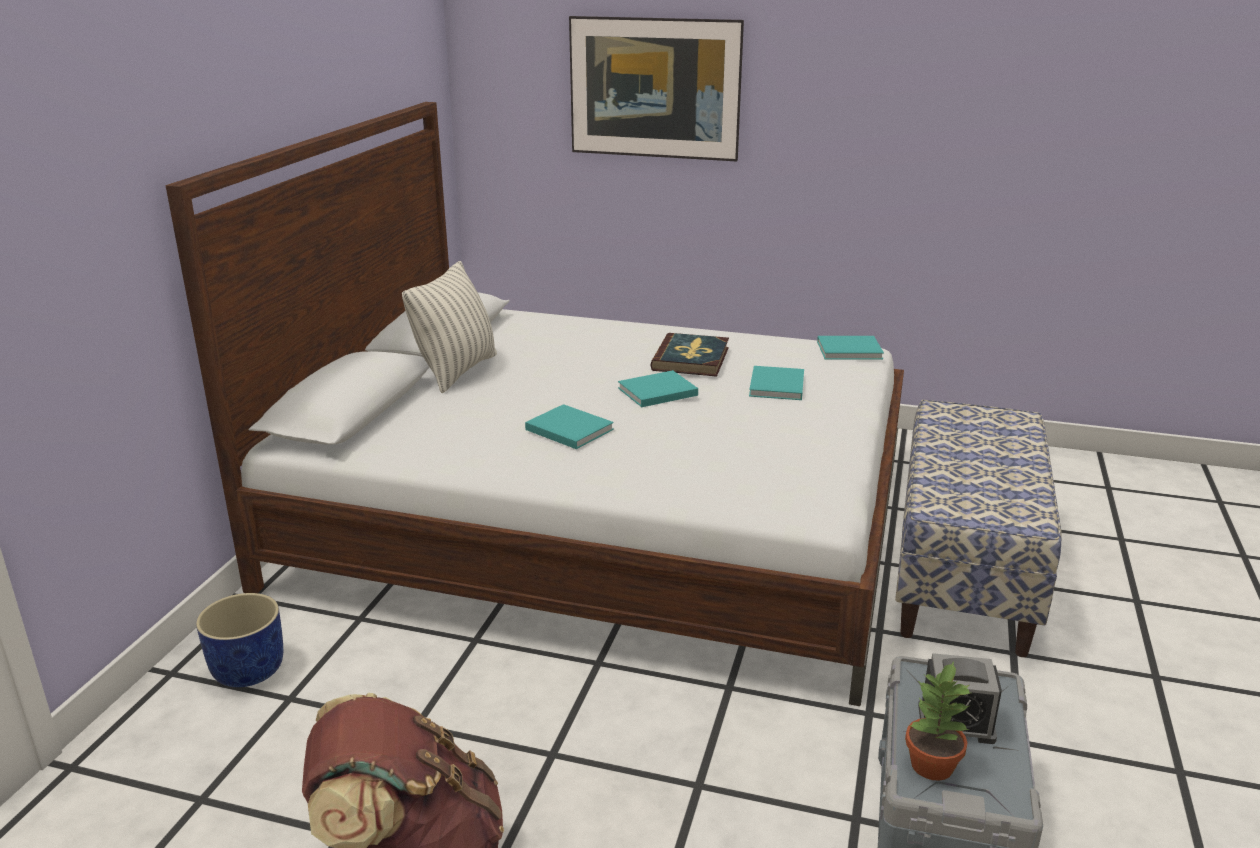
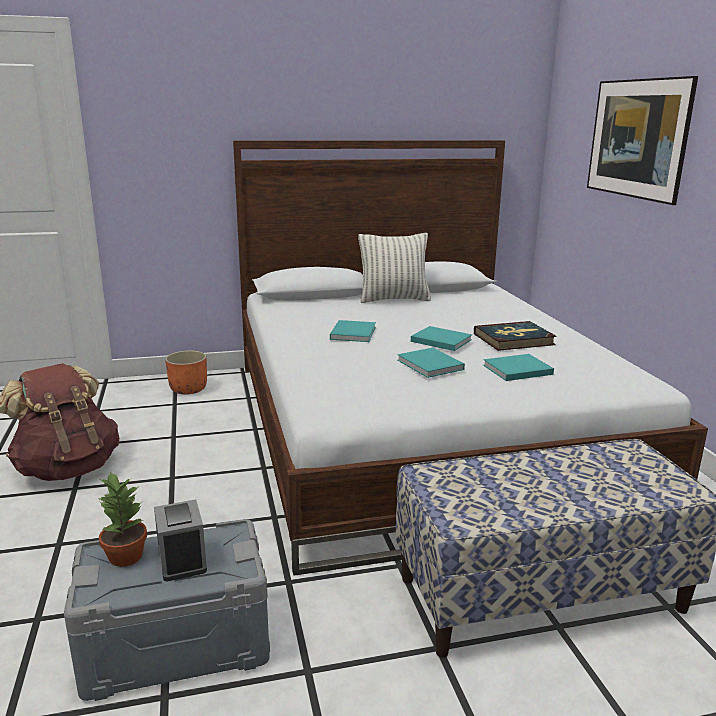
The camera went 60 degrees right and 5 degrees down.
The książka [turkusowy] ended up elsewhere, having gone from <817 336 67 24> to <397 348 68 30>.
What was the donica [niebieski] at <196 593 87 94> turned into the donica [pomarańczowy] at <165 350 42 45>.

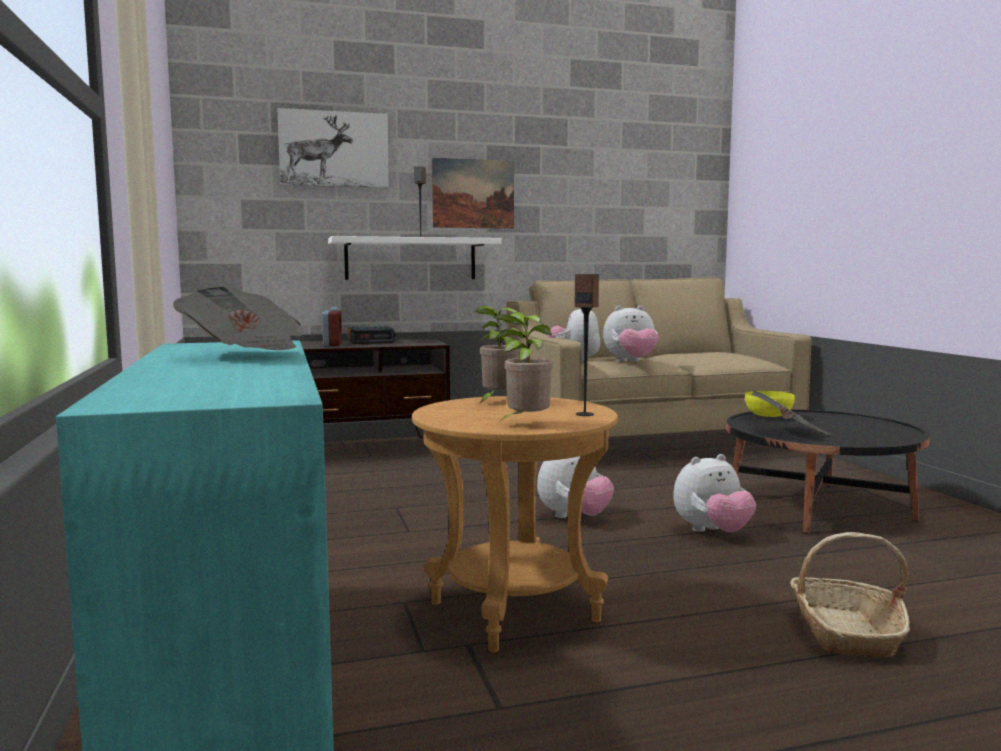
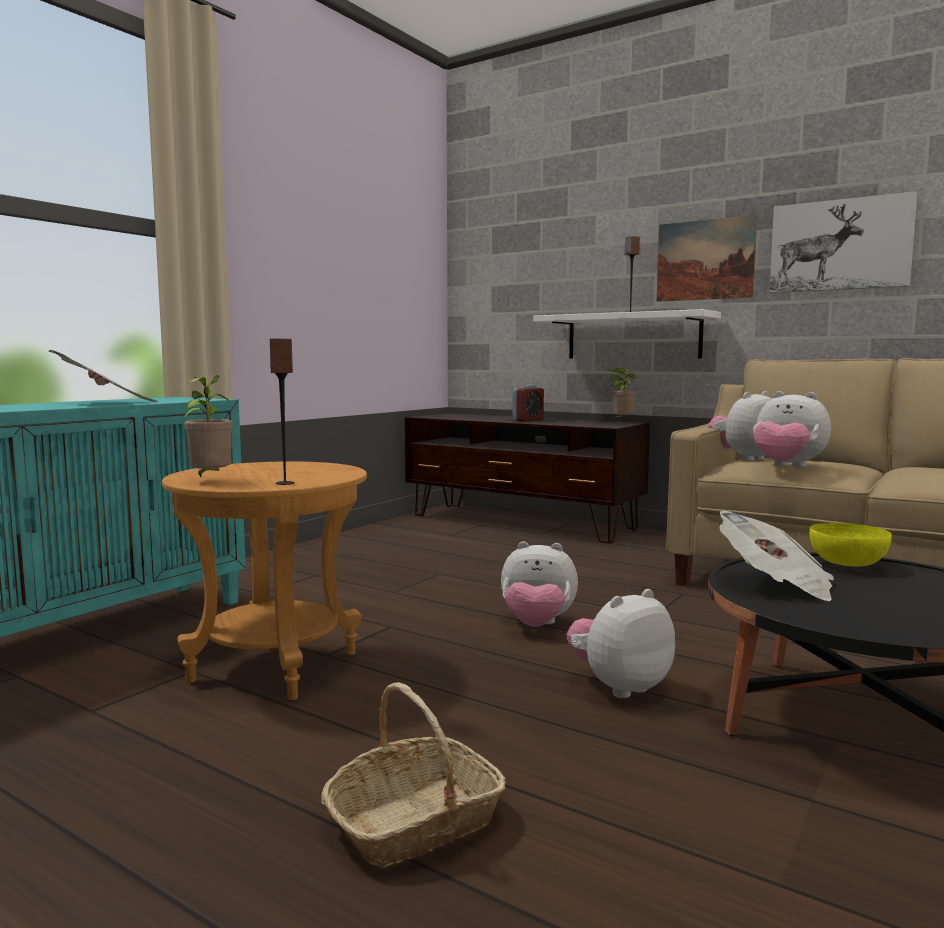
The camera went 50 degrees right and 0 degrees up.
The second view lost the budzik at <347 326 48 18>.
The obraz ended up elsewhere, having gone from <278 108 111 80> to <769 191 148 102>.
The roślina doniczkowa ended up elsewhere, having gone from <475 306 45 97> to <608 368 28 53>.
The pluszak at <673 454 83 78> ended up facing another way, 120 degrees clockwise from before.

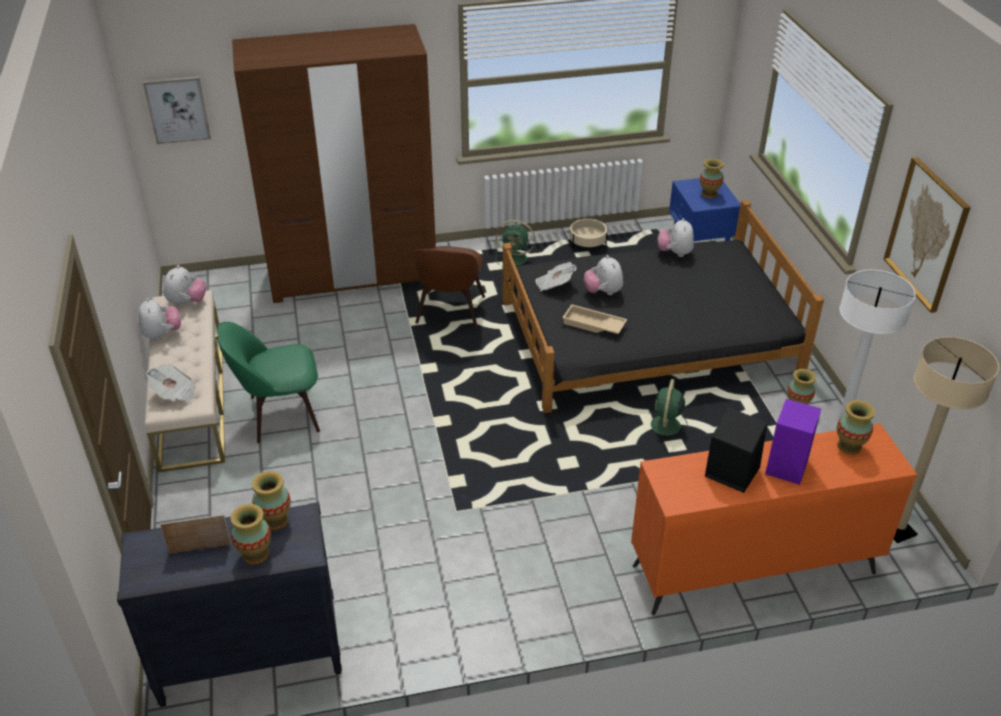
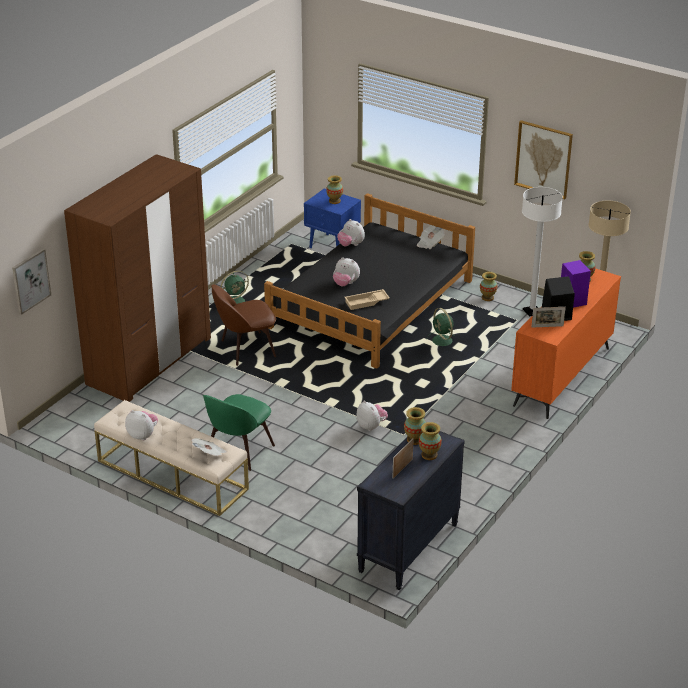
The camera went 45 degrees left and 5 degrees down.
The second view lost the donica [beżowy] at <570 218 37 32>.
The second view gained the ramka na zdjęcie at <532 307 34 21>.
The pluszak ended up elsewhere, having gone from <164 265 42 41> to <356 400 32 31>.
The gazeta ended up elsewhere, having gone from <535 262 42 29> to <417 225 28 24>.
The krzesło [brązowy] at <413 246 72 83> ended up facing another way, 105 degrees clockwise from before.

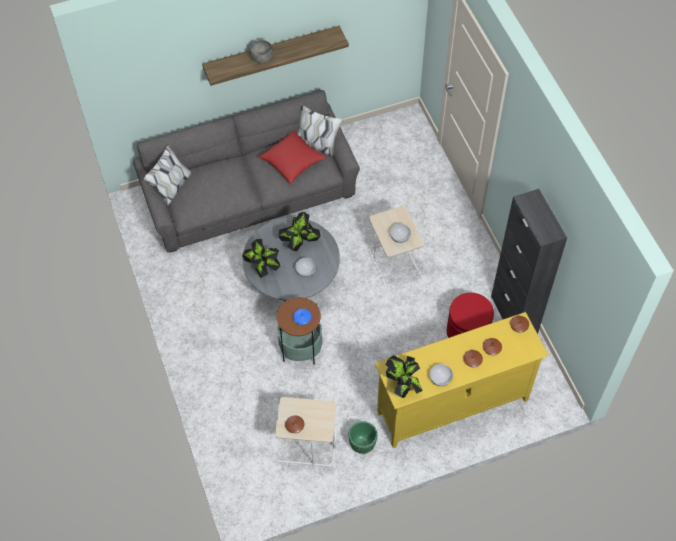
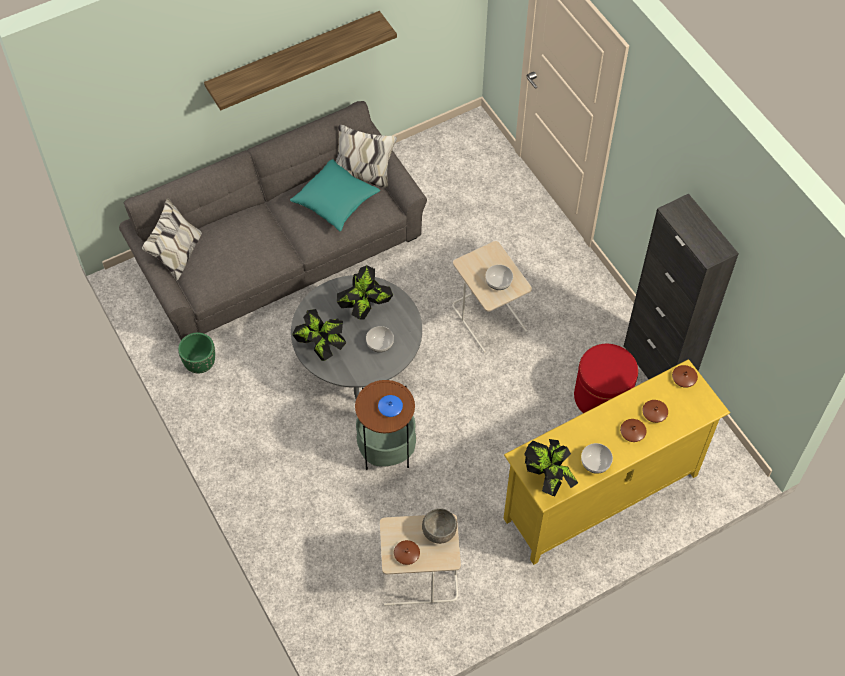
The camera went 10 degrees left and 0 degrees up.
The miska [szary] ended up elsewhere, having gone from <249 40 24 23> to <422 508 35 36>.
The donica [zielony] ended up elsewhere, having gone from <348 421 29 33> to <178 332 37 42>.
What was the poduszka [czerwony] at <259 131 67 53> turned into the poduszka [turkusowy] at <290 160 90 71>.

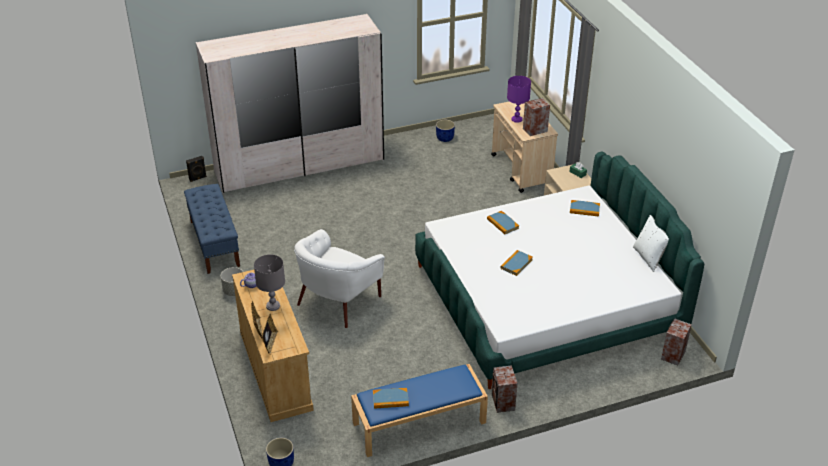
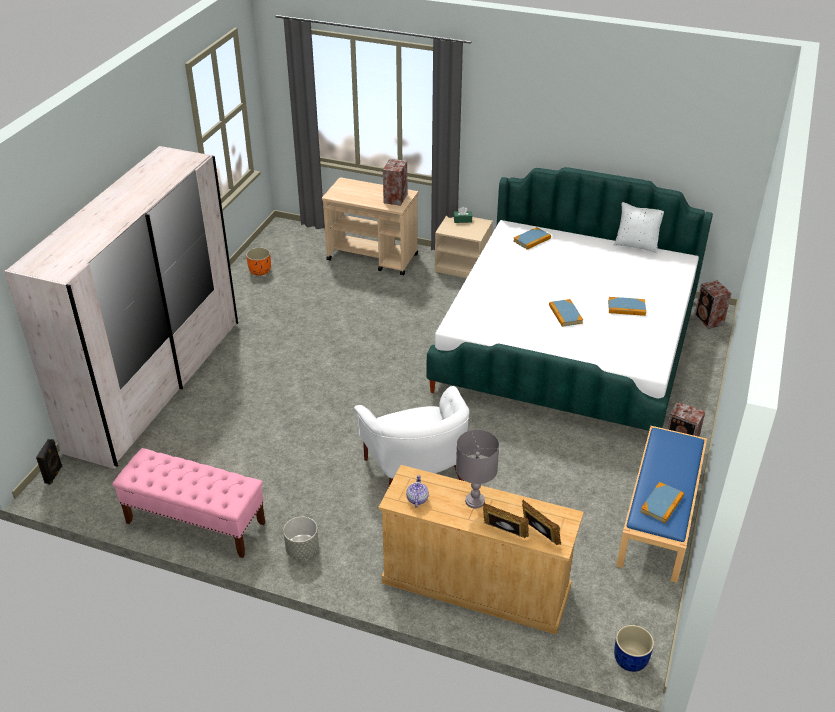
The camera went 50 degrees left and 0 degrees up.
The second view lost the lampa stołowa [fioletowy] at <507 76 24 47>.
The książka ended up elsewhere, having gone from <487 211 32 23> to <608 297 38 19>.
What was the ławka [niebieski] at <184 184 56 90> turned into the ławka [różowy] at <112 448 153 110>.
What was the donica [niebieski] at <436 120 19 22> turned into the donica [pomarańczowy] at <246 247 25 29>.

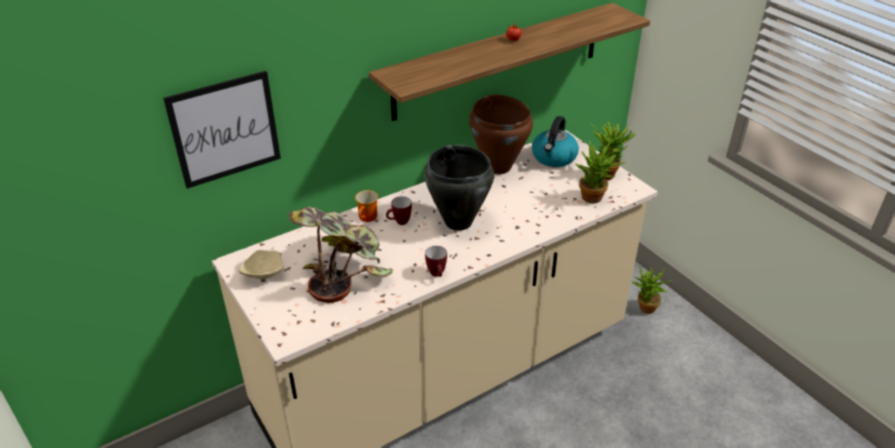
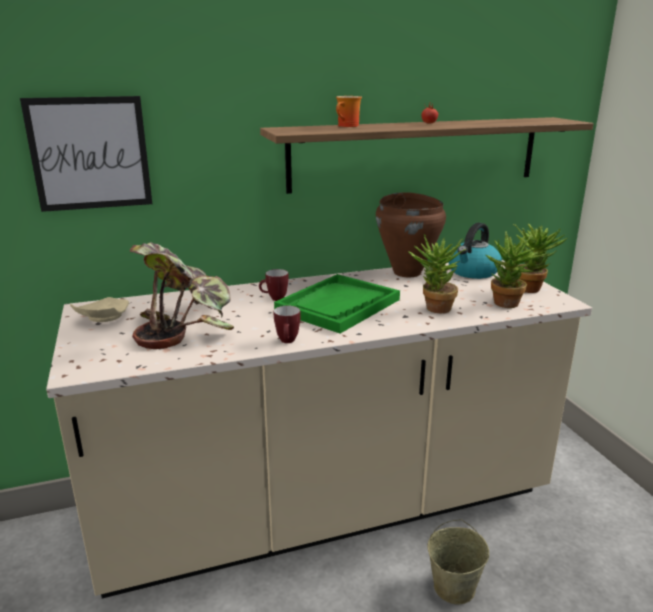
The camera went 15 degrees right and 15 degrees down.
The second view gained the wiadro [beżowy] at <427 519 62 86>.
The kubek ended up elsewhere, having gone from <355 190 23 32> to <336 96 26 31>.
The roślina doniczkowa ended up elsewhere, having gone from <631 267 40 47> to <409 234 58 79>.
Where the garnek [czarny] stood at <424 145 70 86>, the taca [zielony] came to stand at <274 274 126 59>.

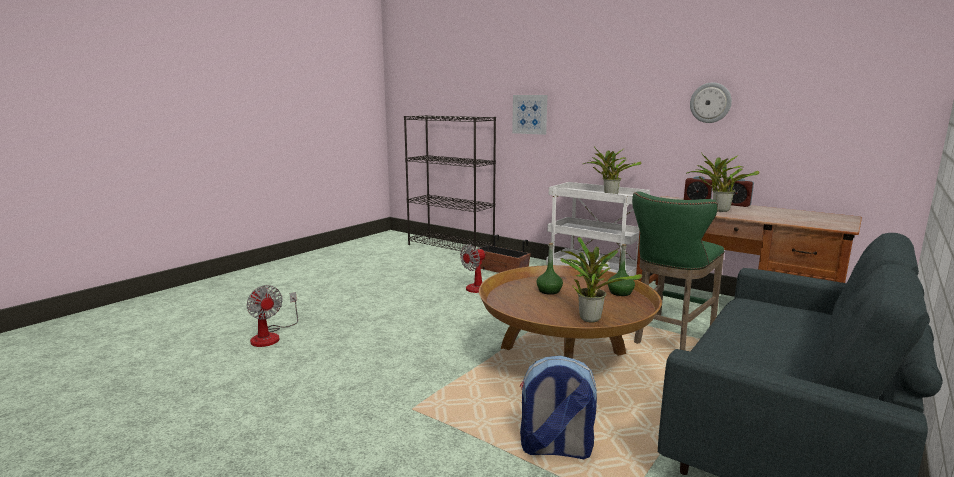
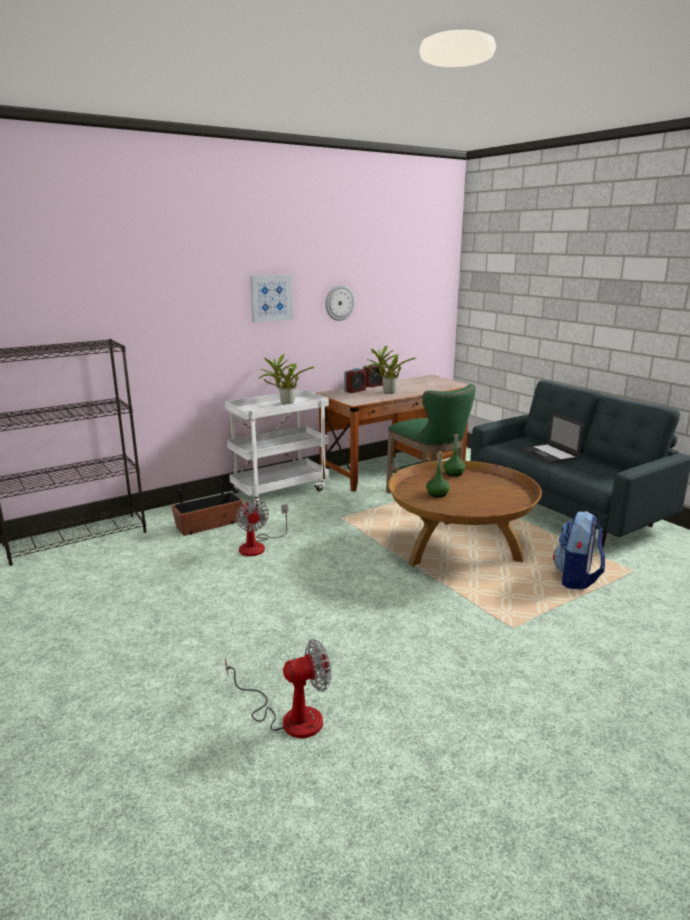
The camera went 70 degrees left and 5 degrees up.
The second view lost the roślina doniczkowa at <560 237 82 85>.
The second view gained the laptop at <521 412 63 52>.
The obraz ended up elsewhere, having gone from <512 95 35 40> to <250 274 43 48>.

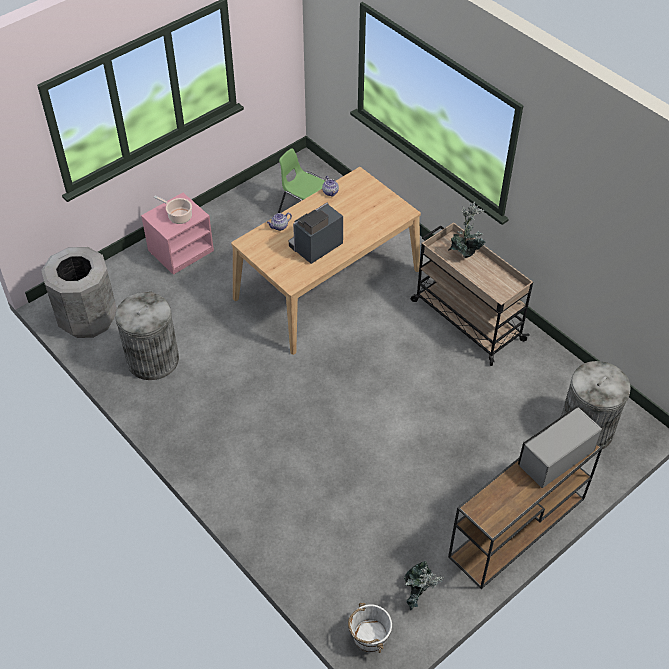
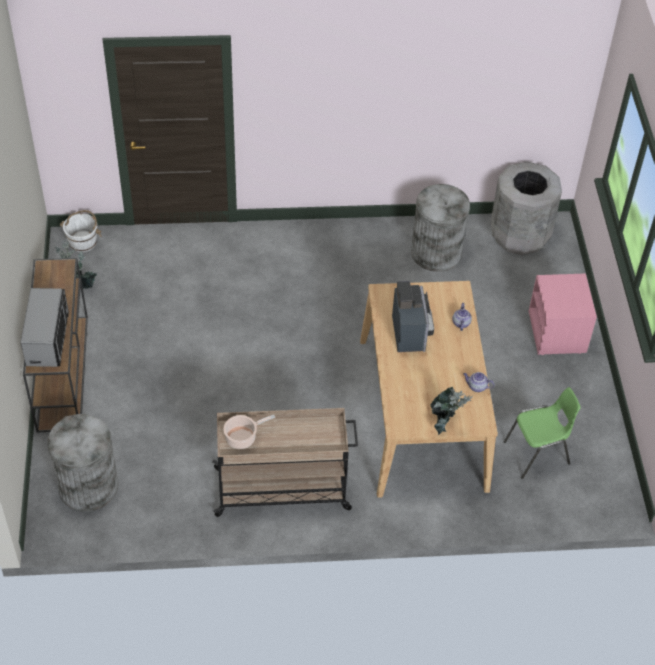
The camera went 125 degrees right and 0 degrees up.
The garnek ended up elsewhere, having gone from <154 196 38 28> to <223 415 52 34>.
The roślina doniczkowa ended up elsewhere, having gone from <448 202 38 56> to <430 387 43 48>.

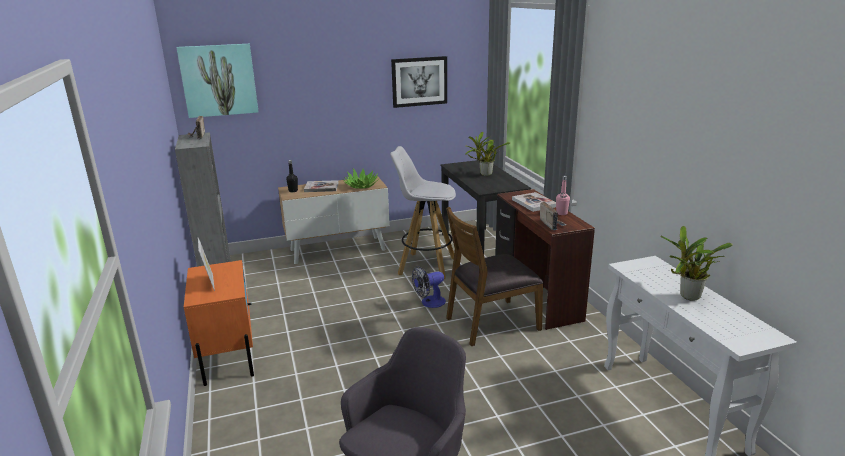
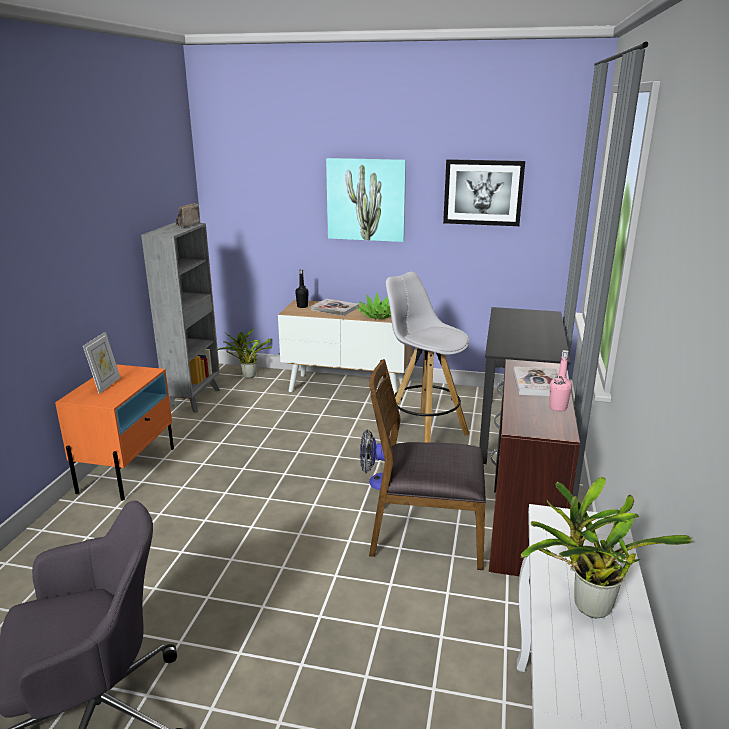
The camera went 30 degrees right and 0 degrees up.
The second view lost the radio at <540 202 26 28>.
The obraz ended up elsewhere, having gone from <176 44 83 74> to <326 158 80 84>.
The roślina doniczkowa ended up elsewhere, having gone from <465 131 46 45> to <218 329 54 49>.

